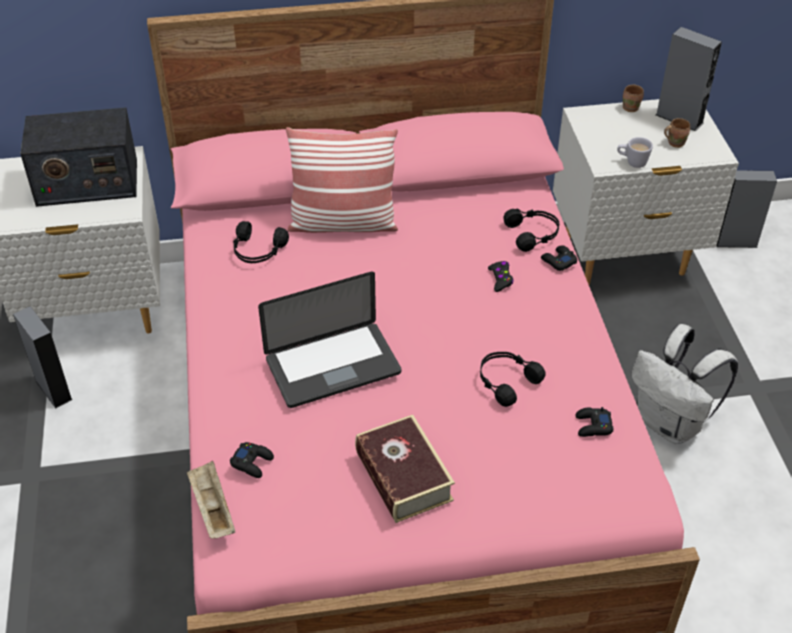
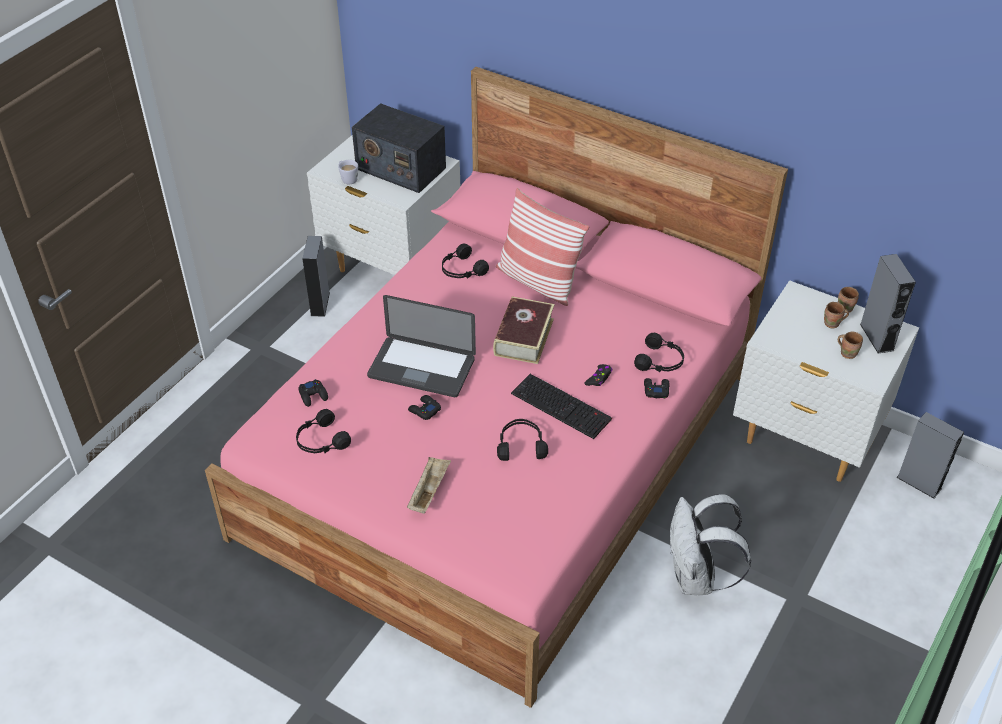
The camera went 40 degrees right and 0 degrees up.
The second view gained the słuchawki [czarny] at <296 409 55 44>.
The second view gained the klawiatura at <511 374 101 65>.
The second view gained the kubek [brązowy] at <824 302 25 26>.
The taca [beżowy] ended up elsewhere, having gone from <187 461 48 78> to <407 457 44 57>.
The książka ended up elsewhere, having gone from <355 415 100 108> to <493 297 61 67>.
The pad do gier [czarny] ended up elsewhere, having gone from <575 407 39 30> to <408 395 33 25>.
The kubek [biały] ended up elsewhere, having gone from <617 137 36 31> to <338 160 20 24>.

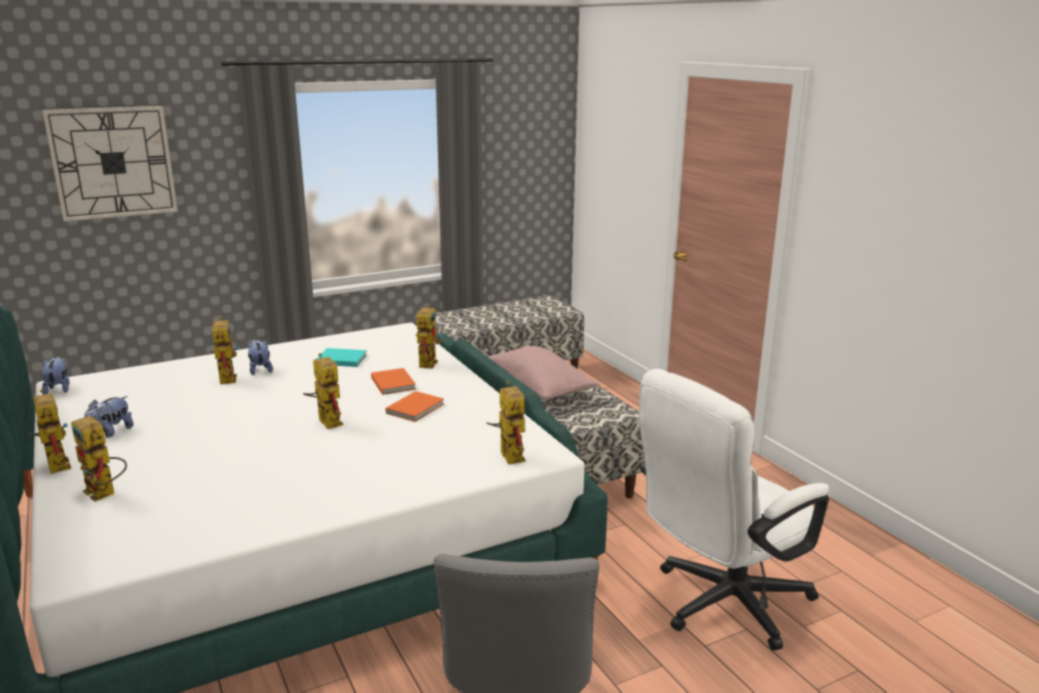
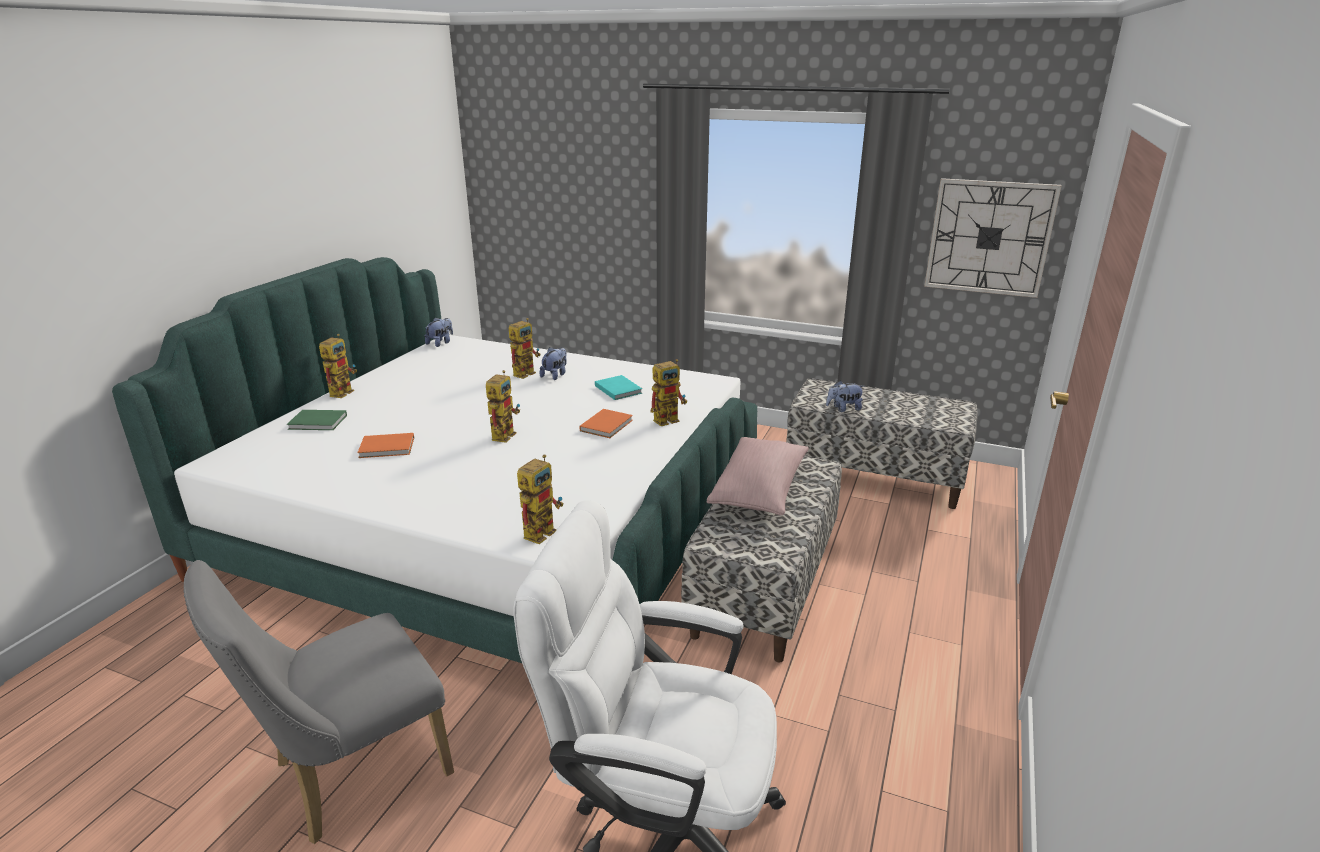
The camera went 50 degrees right and 5 degrees up.
The zegar ścienny ended up elsewhere, having gone from <42 106 136 116> to <924 178 138 120>.
The pluszak ended up elsewhere, having gone from <84 396 50 42> to <826 380 37 32>.
The książka [pomarańczowy] ended up elsewhere, having gone from <386 391 58 31> to <357 433 57 25>.
Where the robot zabawkowy stood at <71 416 56 86>, the książka [zielony] came to stand at <287 410 60 20>.

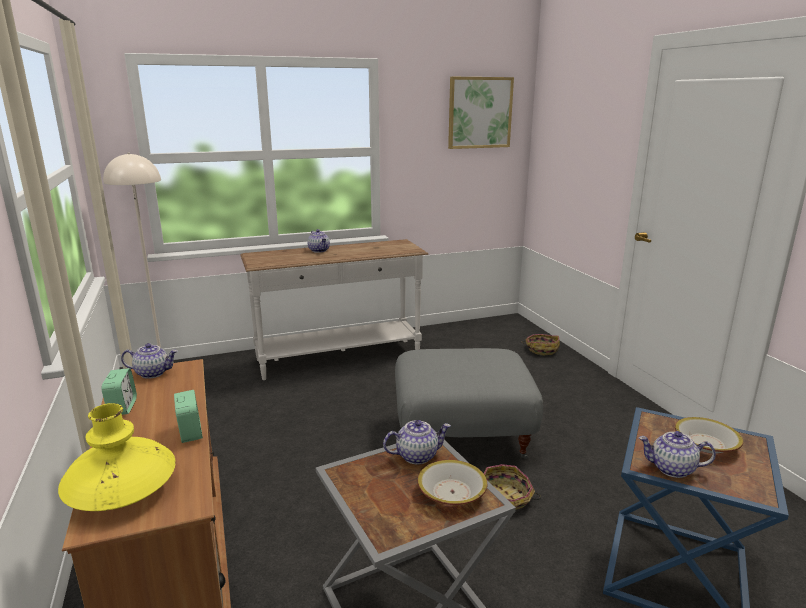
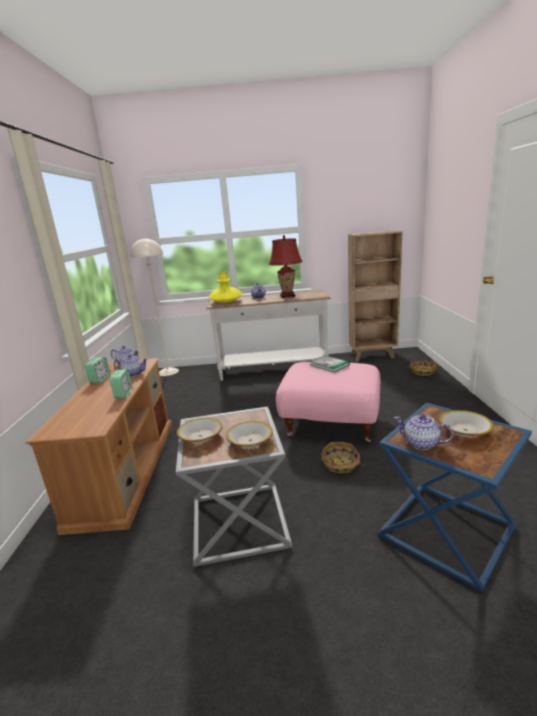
The camera went 20 degrees right and 0 degrees up.
The second view lost the obraz at <448 77 66 72>.
The second view gained the miska at <177 417 45 27>.
The second view gained the lampa stołowa [czerwony] at <269 235 34 63>.
The second view gained the książka at <310 355 40 18>.
The second view gained the regał [brązowy] at <348 230 54 131>.
The wazon [żółty] ended up elsewhere, having gone from <58 403 118 108> to <209 272 33 31>.
The imbryk ended up elsewhere, having gone from <383 420 68 44> to <114 354 34 23>.
What was the pufa [szary] at <395 348 148 111> turned into the pufa [różowy] at <276 362 104 80>.

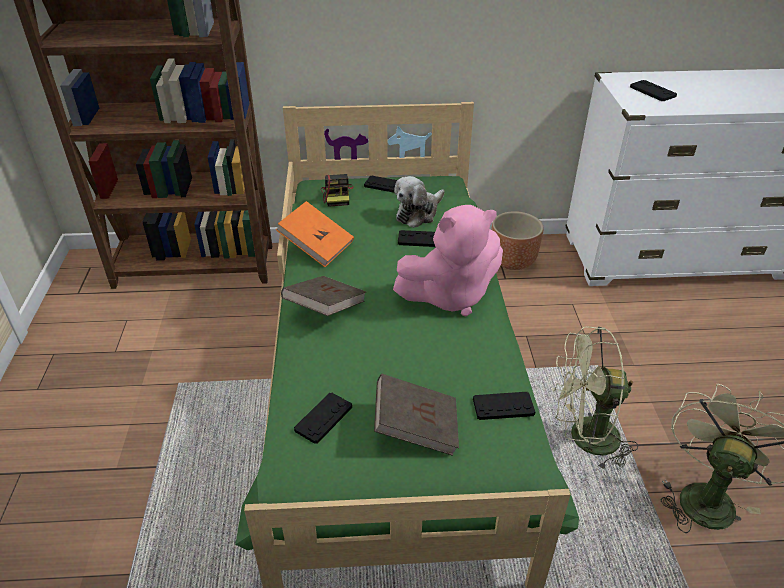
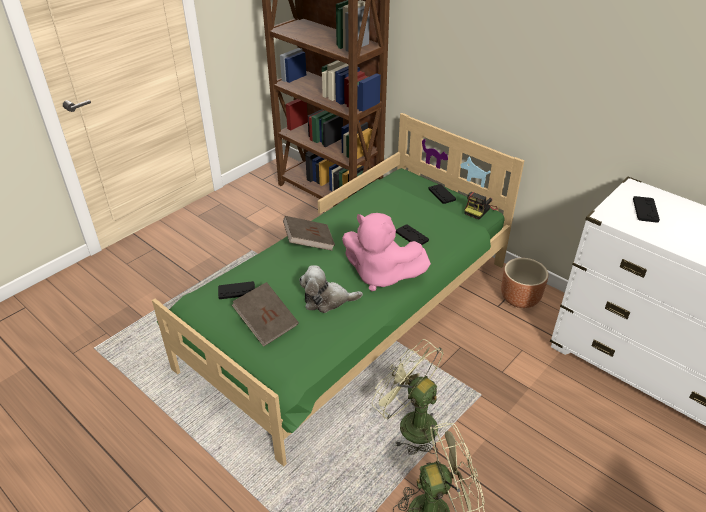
The camera went 45 degrees right and 0 degrees up.
The second view lost the książka [pomarańczowy] at <276 201 78 66>.
The second view lost the pad do gier [czarny] at <473 392 62 28>.
The aparat fotograficzny ended up elsewhere, having gone from <321 174 33 33> to <464 192 34 27>.
The pluszak ended up elsewhere, having gone from <394 176 51 52> to <299 265 64 48>.

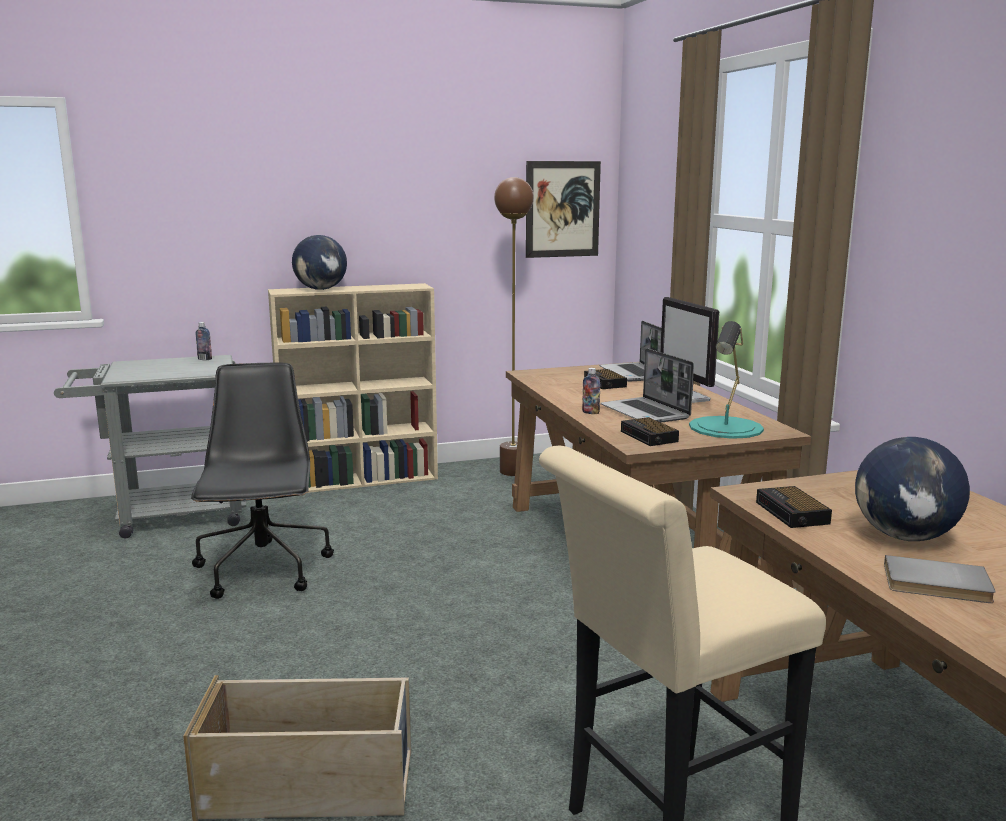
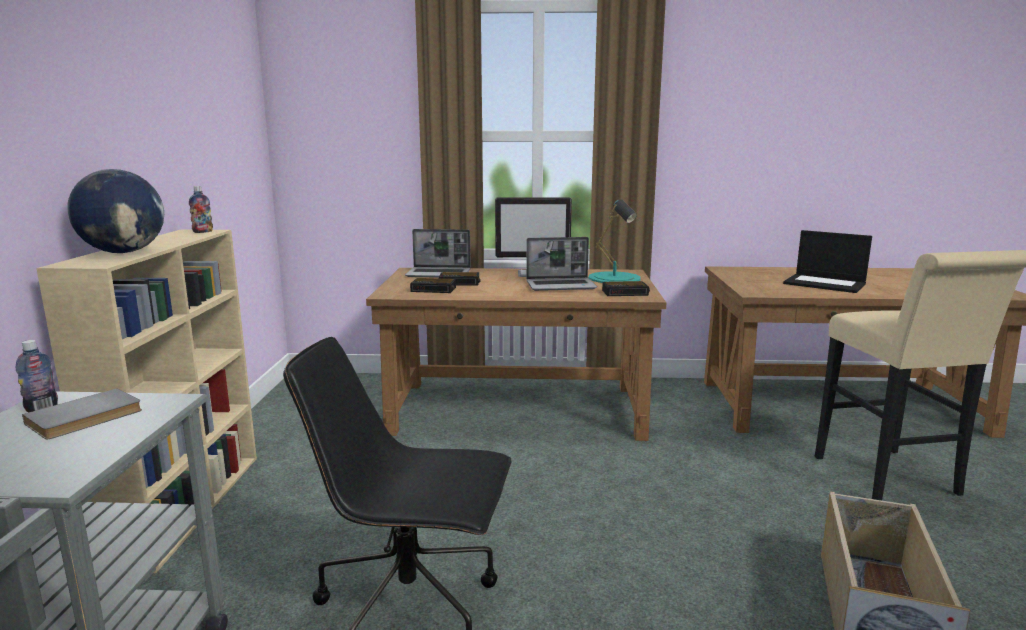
The camera went 70 degrees left and 0 degrees up.
The second view lost the lampa stojąca [brązowy] at <494 177 40 299>.
The second view lost the obraz at <526 161 75 97>.
The butelka ended up elsewhere, having gone from <582 368 18 46> to <189 186 24 47>.
The budzik ended up elsewhere, having gone from <756 486 76 42> to <410 278 46 15>.
The książka [szary] ended up elsewhere, having gone from <884 555 112 48> to <22 388 120 51>.
Where the globus stood at <855 437 115 104>, the laptop came to stand at <783 230 89 63>.

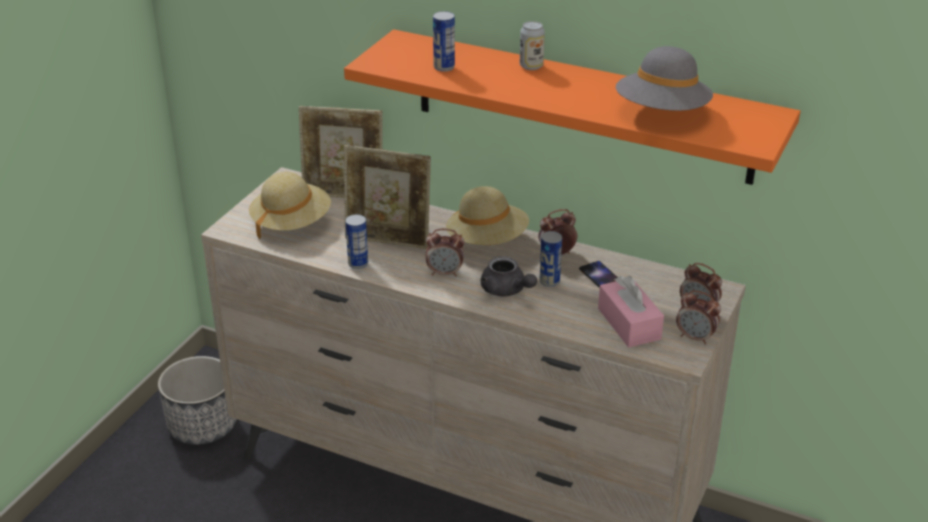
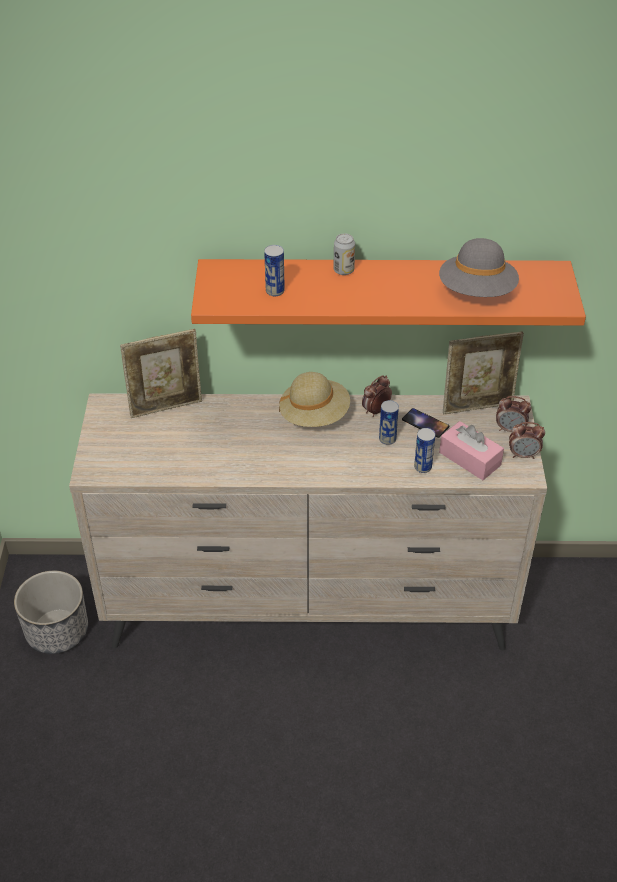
The camera went 25 degrees left and 10 degrees up.
The second view lost the kapelusz [beżowy] at <249 172 82 67>.
The second view lost the budzik at <426 229 38 47>.
The second view lost the imbryk [szary] at <481 256 56 41>.
The ramka na zdjęcie ended up elsewhere, having gone from <344 145 87 104> to <443 331 81 83>.
The puszka ended up elsewhere, having gone from <345 214 23 55> to <414 428 21 45>.

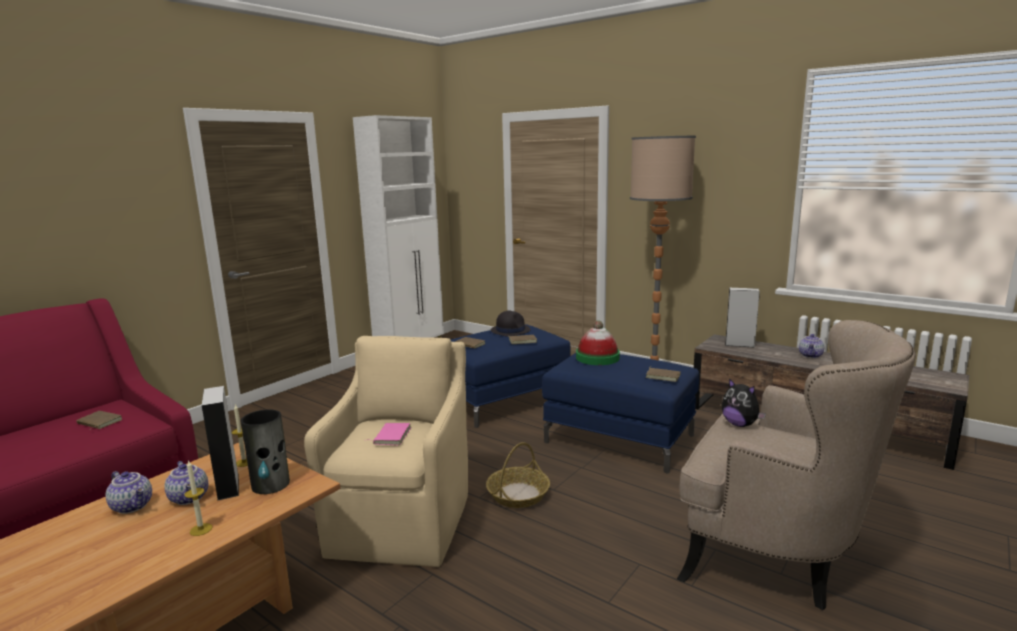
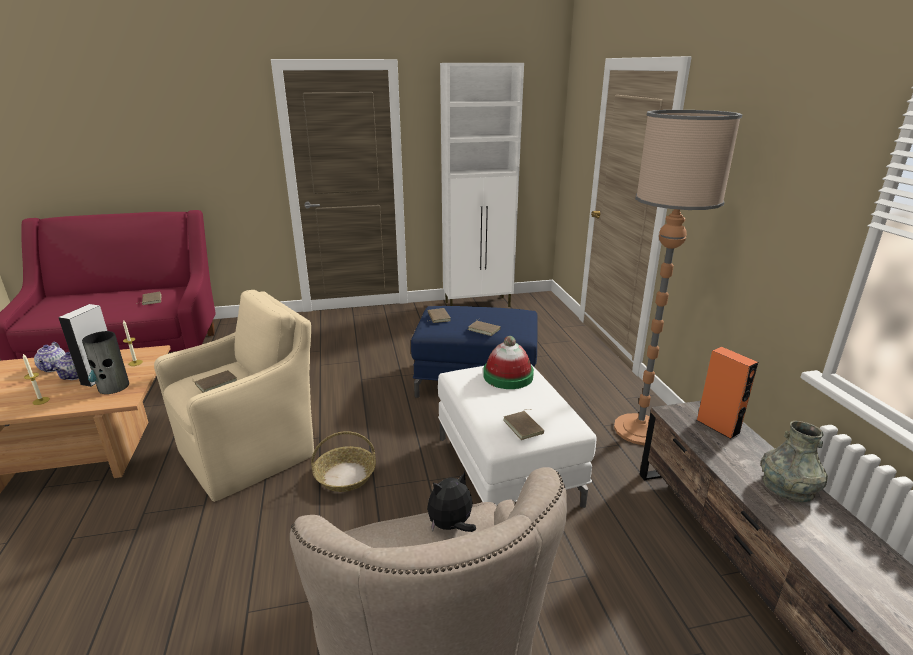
The camera went 40 degrees right and 10 degrees up.
The second view lost the kapelusz [czarny] at <491 310 40 27>.
Where the imbryk stood at <799 334 25 24>, the wazon [szary] came to stand at <761 421 67 81>.
What was the książka [różowy] at <367 423 44 23> turned into the książka [brązowy] at <193 370 44 23>.
What was the pufa [niebieski] at <542 353 157 121> turned into the pufa [biały] at <438 364 159 144>.
What was the głośnik [szary] at <725 288 35 60> turned into the głośnik [pomarańczowy] at <696 347 62 92>.
The pluszak at <722 378 44 49> ended up facing another way, 60 degrees clockwise from before.

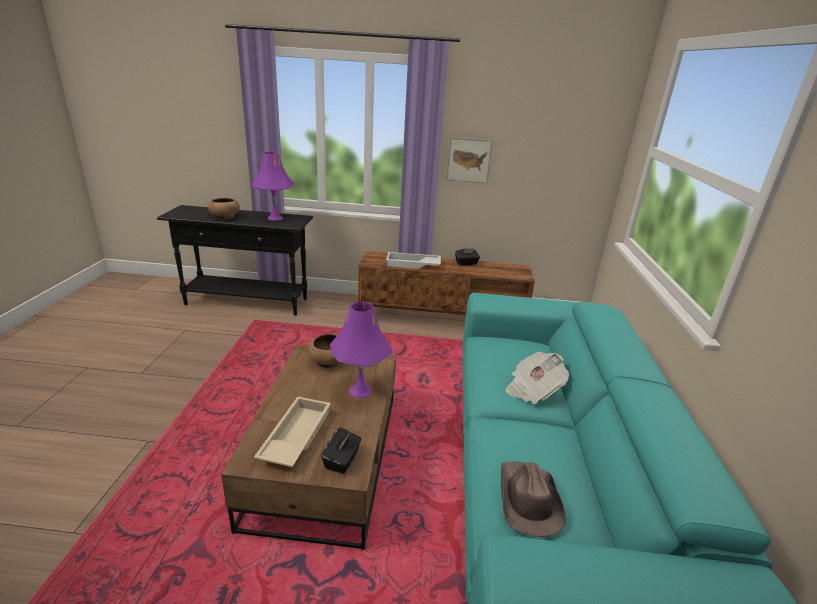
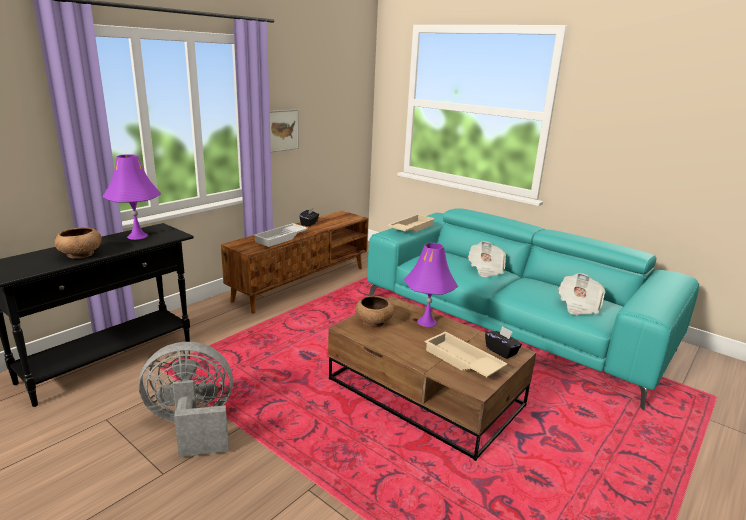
The camera went 55 degrees left and 5 degrees down.
The second view gained the wentylator [szary] at <139 342 94 115>.
The second view gained the taca [beżowy] at <388 214 47 18>.
Where the kapelusz [brązowy] stood at <501 461 65 76>, the gazeta came to stand at <558 273 48 42>.

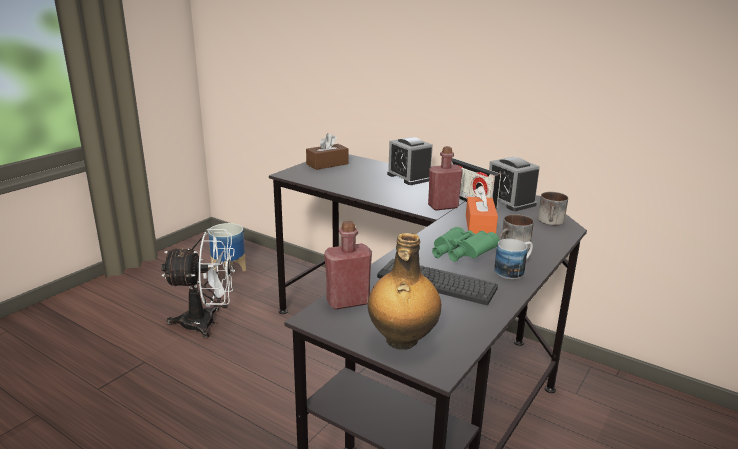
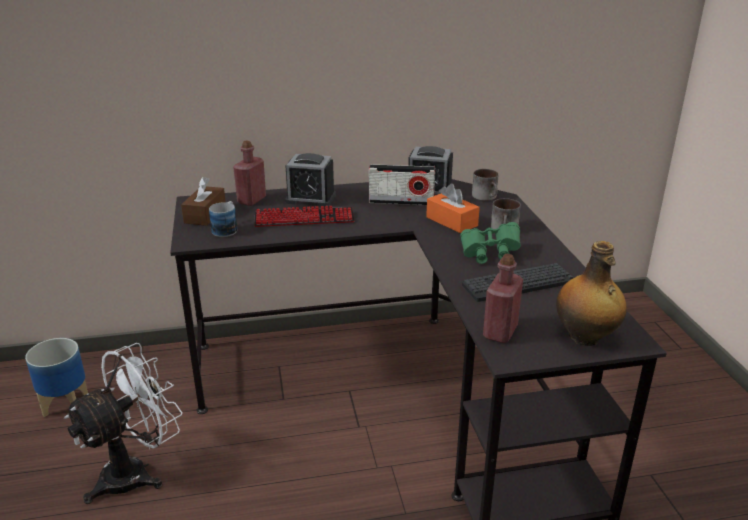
The camera went 45 degrees left and 5 degrees up.
The second view gained the klawiatura at <254 206 100 21>.
The butelka [czerwony] ended up elsewhere, having gone from <428 146 35 65> to <233 140 33 66>.
The kubek ended up elsewhere, having gone from <494 239 39 40> to <209 201 28 36>.

